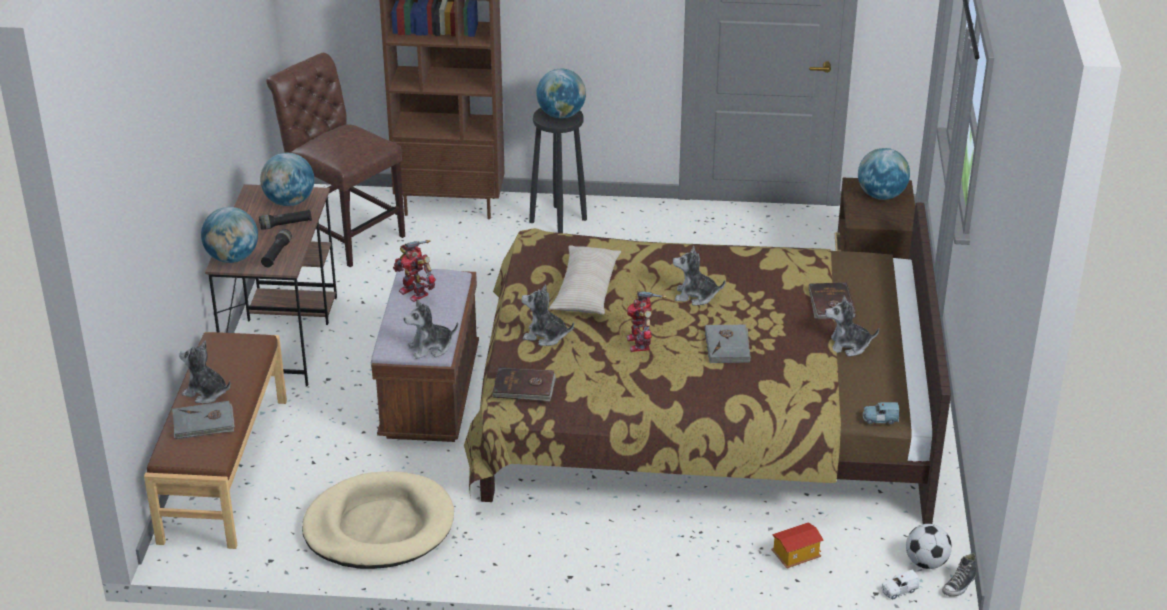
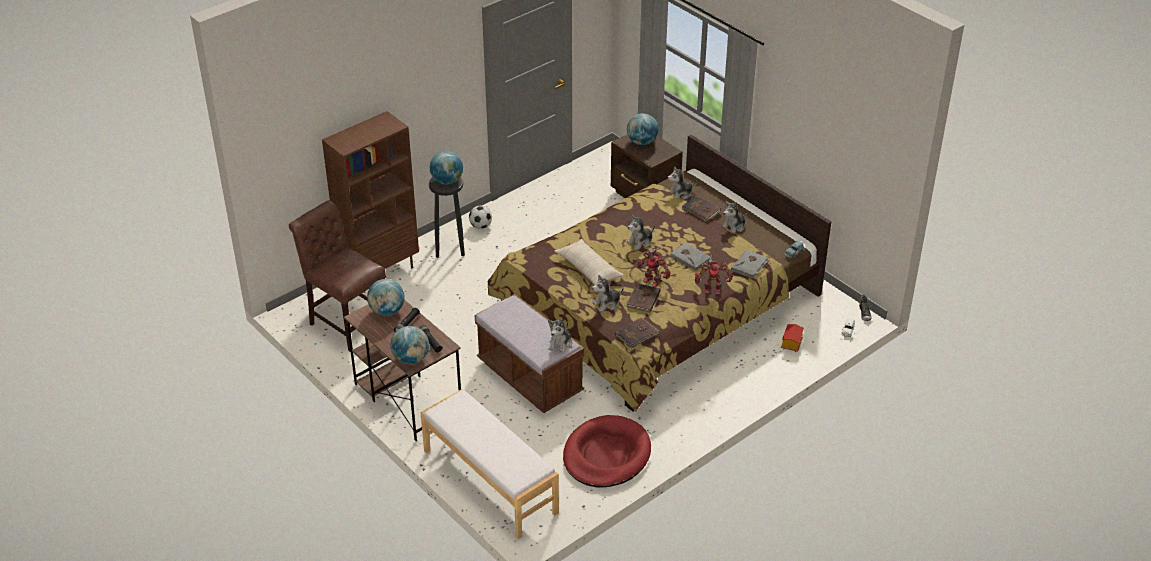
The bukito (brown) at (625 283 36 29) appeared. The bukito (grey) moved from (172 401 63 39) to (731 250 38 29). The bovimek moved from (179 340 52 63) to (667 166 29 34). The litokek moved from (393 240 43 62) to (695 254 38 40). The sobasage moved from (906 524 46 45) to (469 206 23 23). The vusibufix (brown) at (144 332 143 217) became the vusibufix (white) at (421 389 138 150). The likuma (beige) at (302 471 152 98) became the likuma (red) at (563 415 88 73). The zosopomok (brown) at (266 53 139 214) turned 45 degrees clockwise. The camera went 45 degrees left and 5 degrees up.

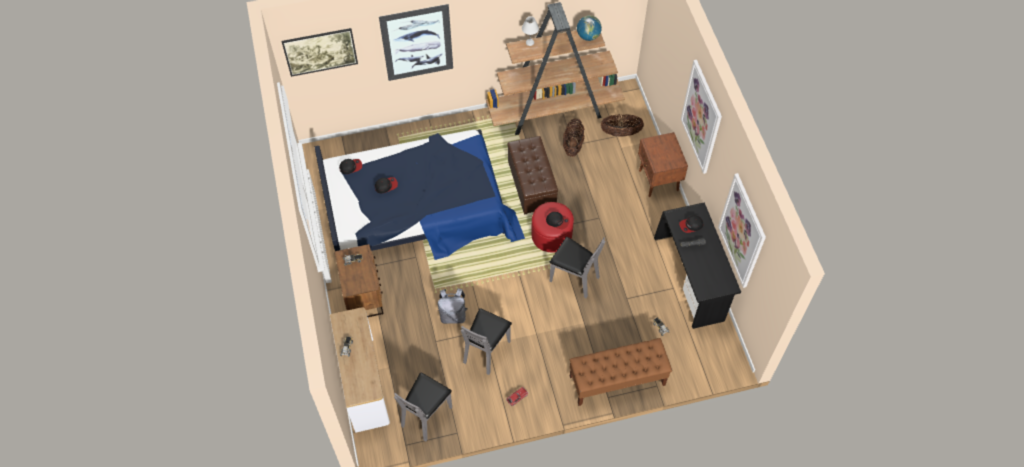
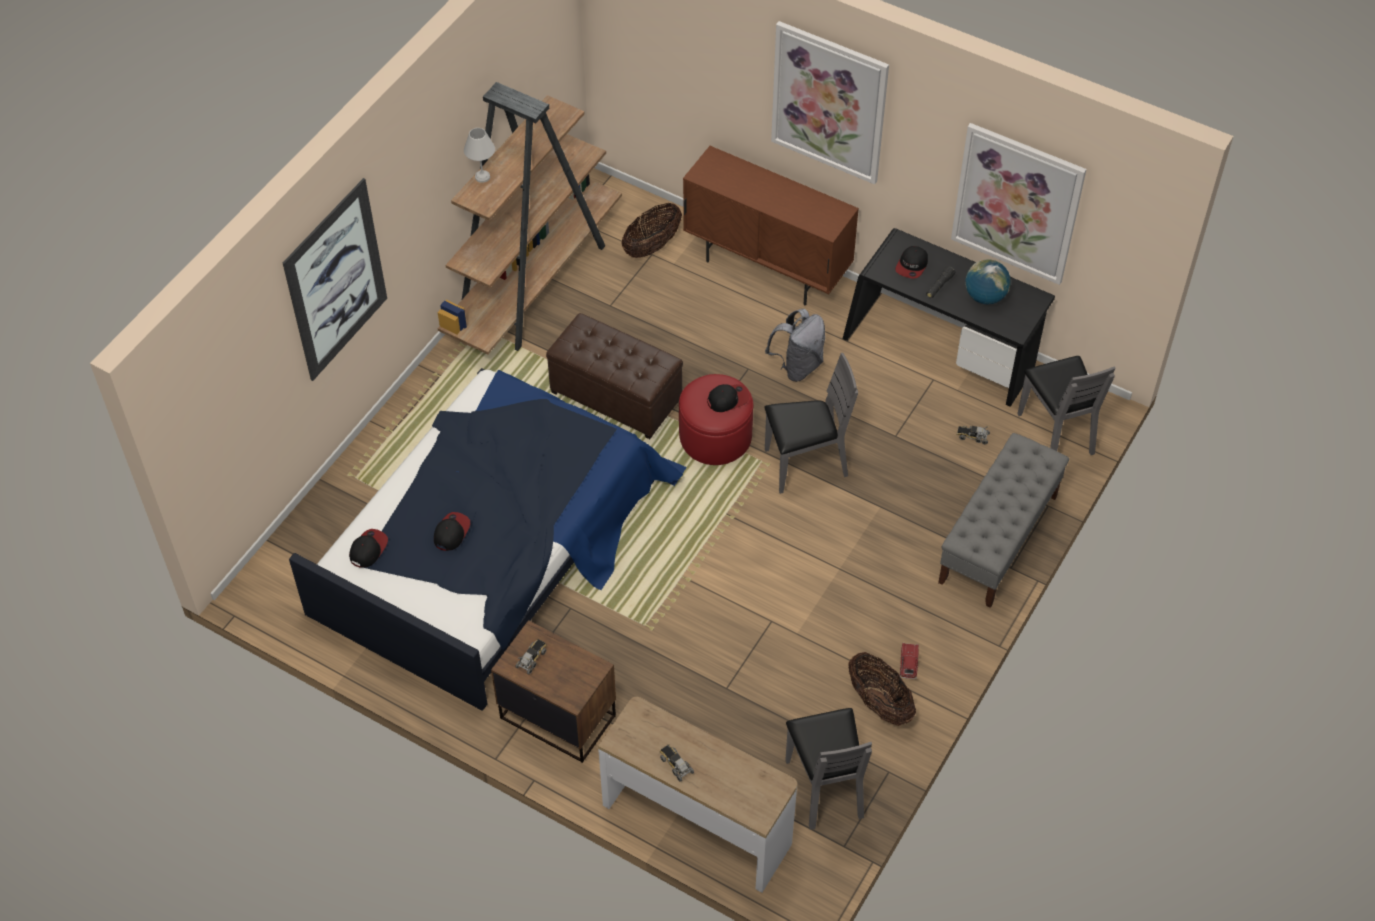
The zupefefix at (282 28 76 49) disappeared. The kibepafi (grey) moved from (437 288 31 36) to (765 309 60 73). The zosopomok (grey) moved from (461 308 51 67) to (1017 356 99 99). The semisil moved from (563 118 21 39) to (848 652 68 74). The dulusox moved from (577 15 25 26) to (965 259 46 45). The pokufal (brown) at (638 132 50 65) was replaced by the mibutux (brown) at (683 146 176 159). The vusibufix (brown) at (570 338 102 68) became the vusibufix (grey) at (938 433 131 175). The camera went 45 degrees left and 5 degrees down.

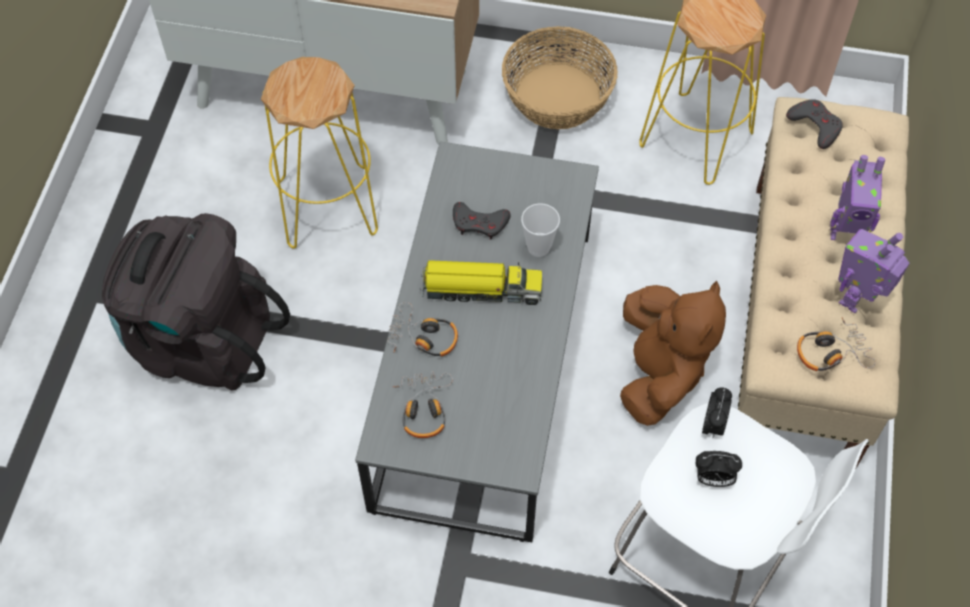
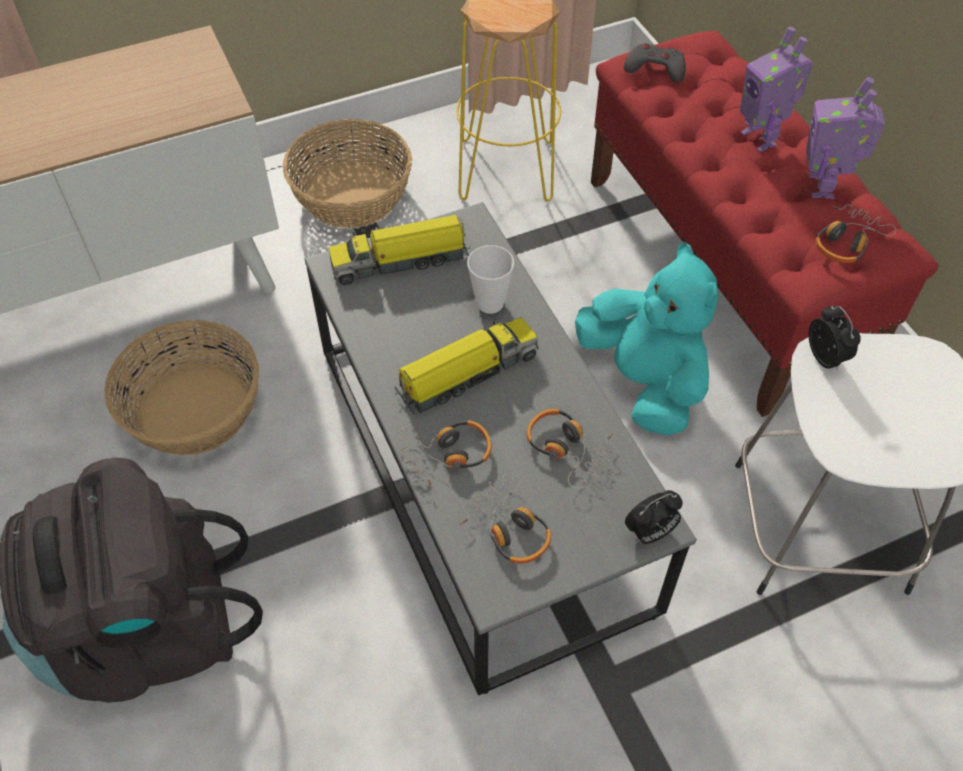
The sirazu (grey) at (453 202 57 38) disappeared. The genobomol at (329 215 141 70) appeared. The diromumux at (527 409 88 80) appeared. The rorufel moved from (696 451 46 36) to (625 490 58 54). The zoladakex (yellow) at (261 57 117 192) was replaced by the semisil at (105 320 154 135). The bovimek (brown) at (620 281 106 145) became the bovimek (turquoise) at (575 242 143 193). The vusibufix (beige) at (738 97 171 373) became the vusibufix (red) at (591 31 347 386). The litokek at (830 155 55 85) turned 90 degrees clockwise. The camera went 35 degrees left and 5 degrees down.

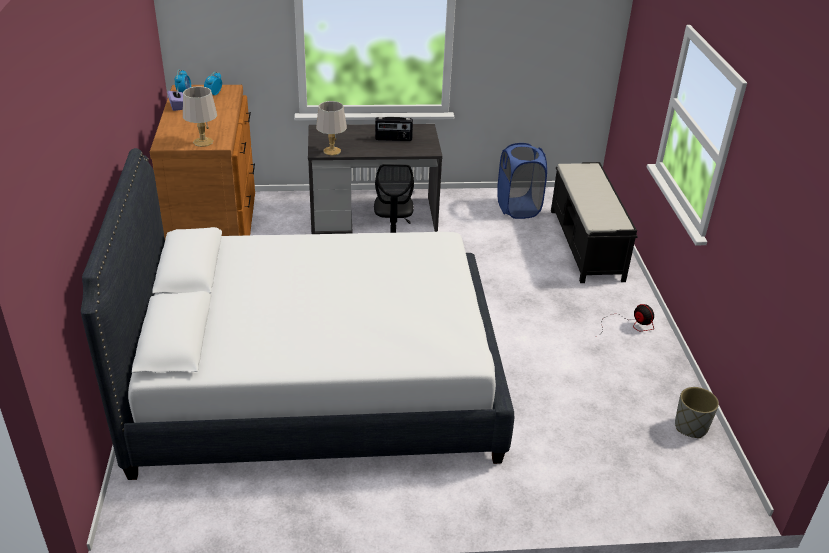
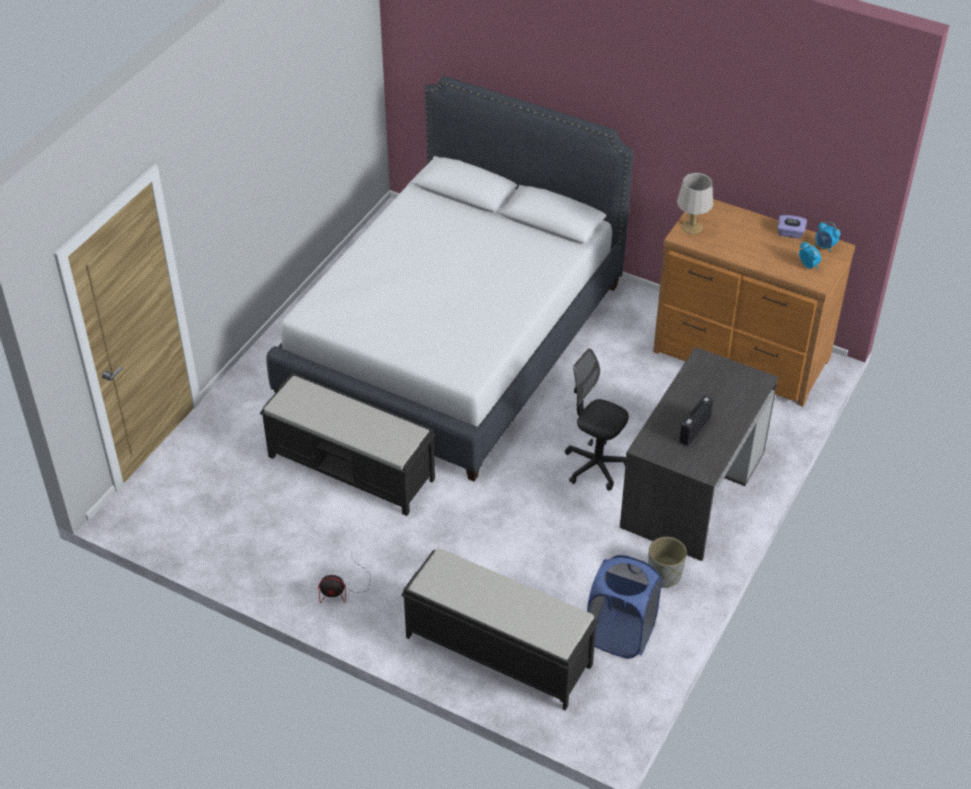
The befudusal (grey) at (316 101 31 55) disappeared. The vusibufix (black) at (260 373 176 143) appeared. The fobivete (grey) moved from (675 387 44 51) to (648 537 39 51). The camera went 125 degrees right and 10 degrees up.

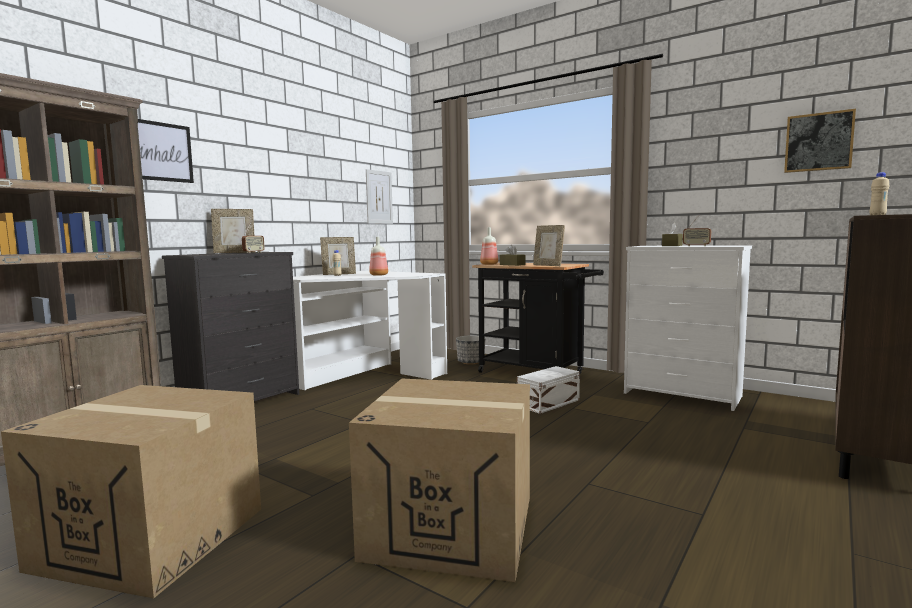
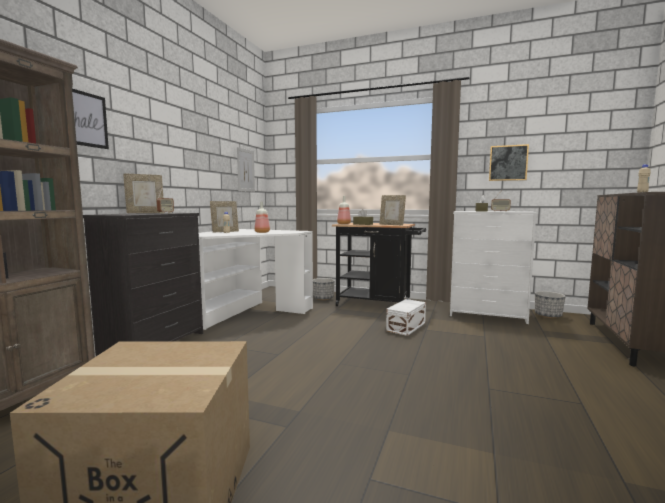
The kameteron at (349 379 181 203) disappeared. The fobivete at (535 291 30 27) appeared. The zupefefix moved from (784 109 72 64) to (489 144 40 37). The camera went 15 degrees left and 0 degrees up.

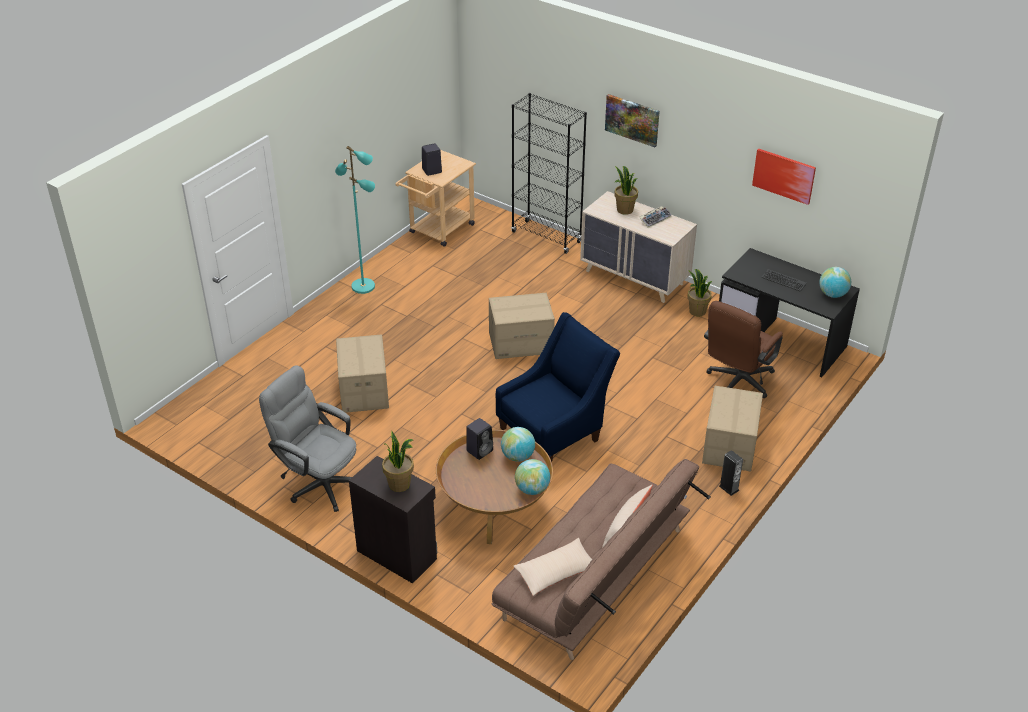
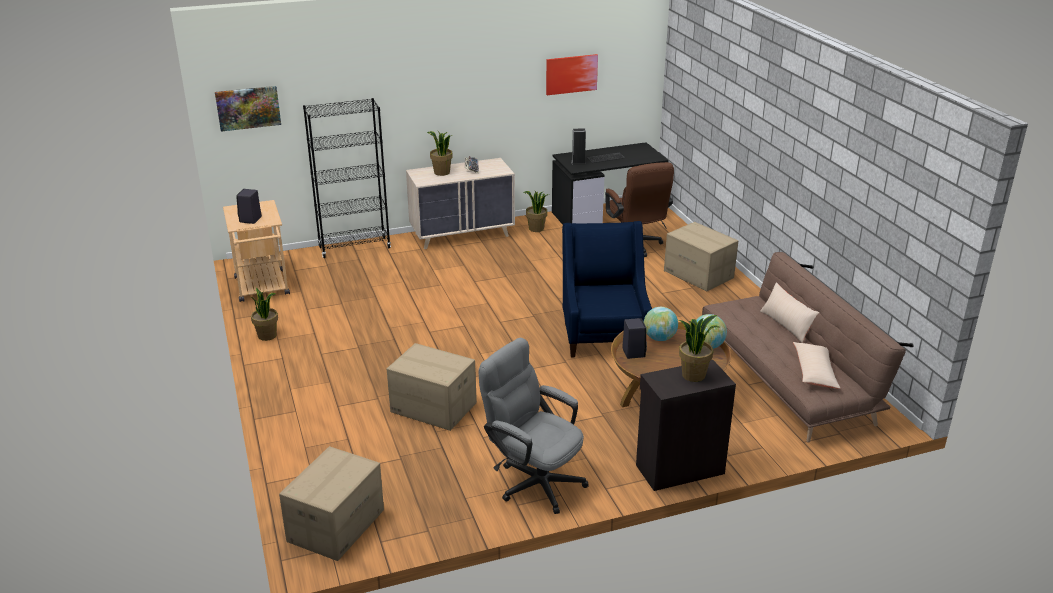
The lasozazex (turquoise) at (335 146 40 148) disappeared. The dulusox at (819 267 32 31) disappeared. The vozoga at (250 288 28 53) appeared. The kameteron moved from (489 293 66 66) to (279 446 105 115). The zupefefix moved from (605 94 55 53) to (215 86 66 46). The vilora moved from (719 450 24 46) to (571 128 15 37). The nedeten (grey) at (259 365 97 147) turned 60 degrees clockwise. The camera went 55 degrees left and 10 degrees down.

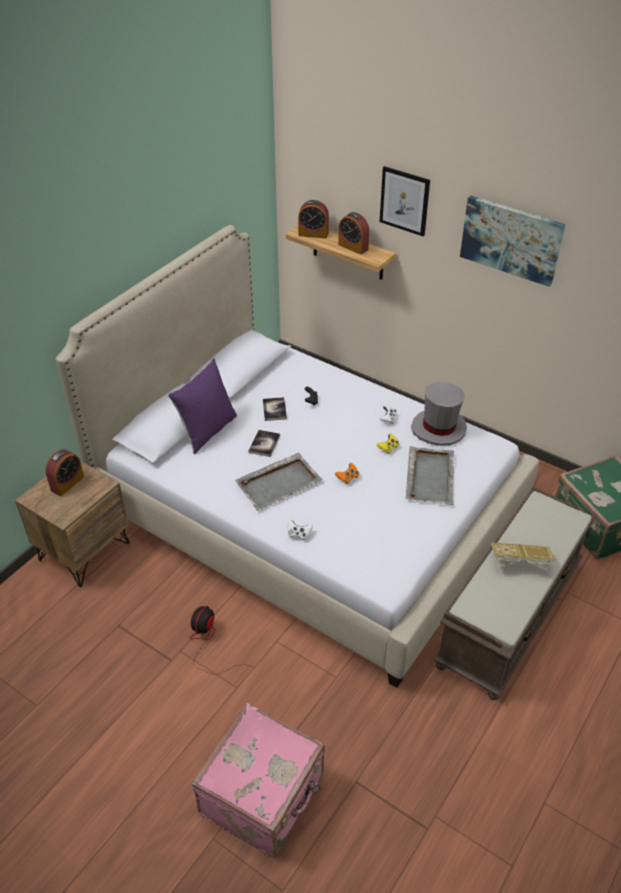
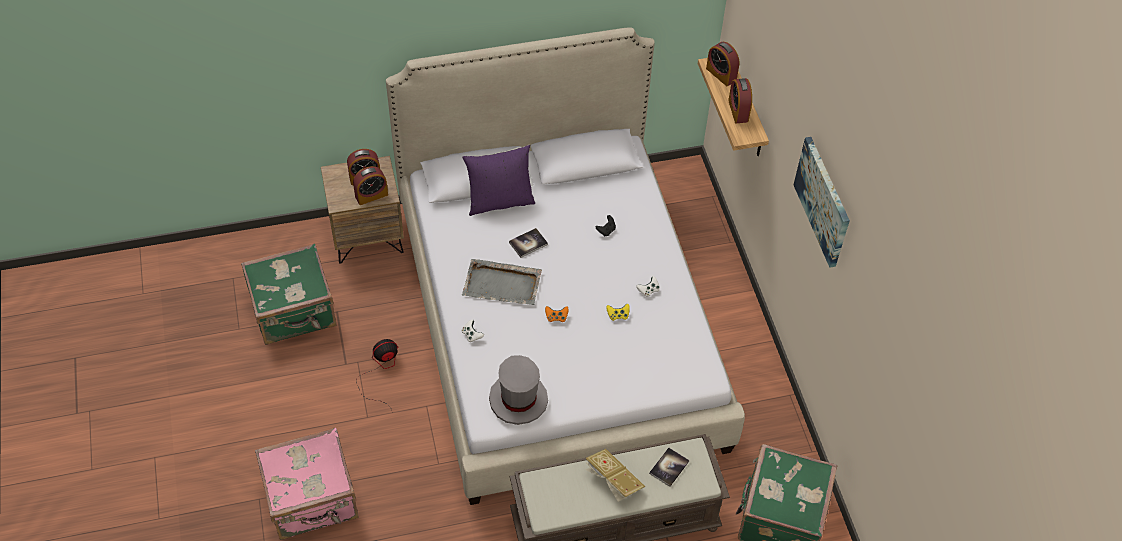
The zupefefix at (380 166 50 70) disappeared. The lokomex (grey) at (406 446 48 59) disappeared. The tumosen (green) at (241 244 96 101) appeared. The rorufel at (353 166 35 39) appeared. The bukito moved from (263 397 24 24) to (649 448 40 39). The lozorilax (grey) moved from (411 382 56 64) to (489 355 59 70). The camera went 40 degrees right and 10 degrees up.

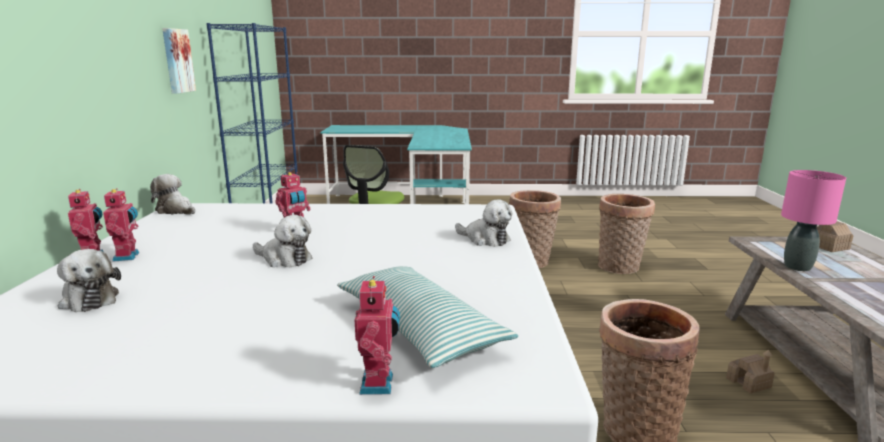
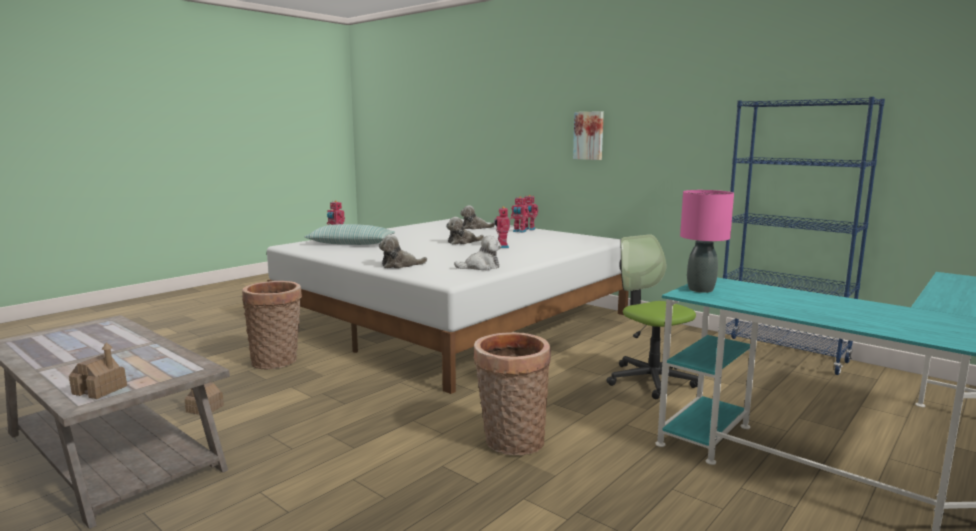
The semisil at (598 194 57 80) disappeared. The bovimek moved from (150 174 45 41) to (454 236 48 35). The zupefefix moved from (162 28 34 66) to (573 111 31 49). The befudusal (pink) moved from (781 170 65 101) to (680 190 54 103). The camera went 130 degrees right and 5 degrees down.

